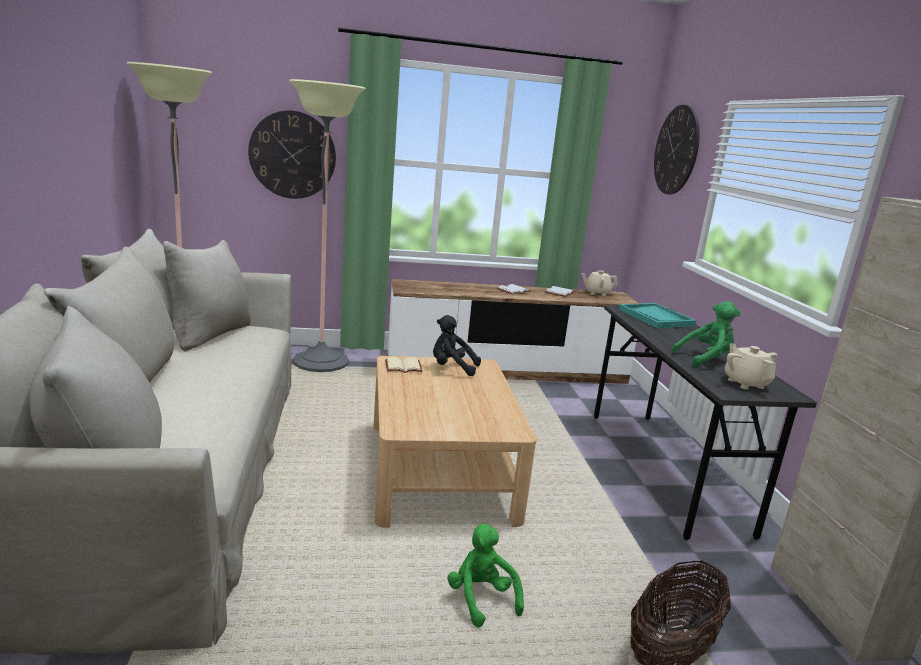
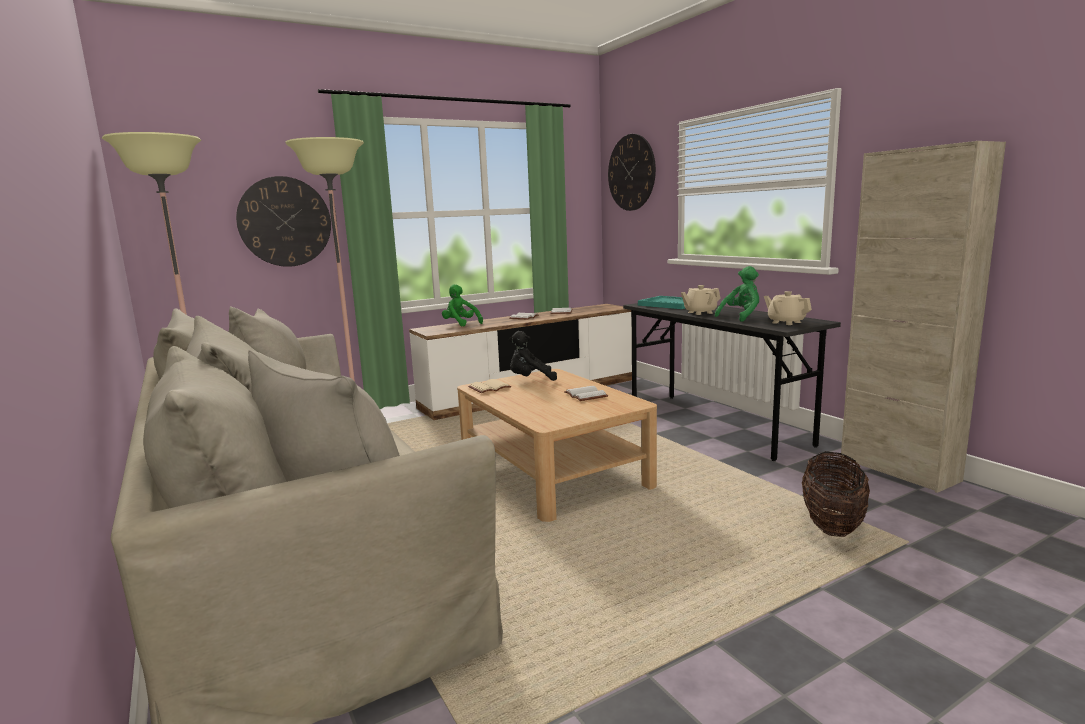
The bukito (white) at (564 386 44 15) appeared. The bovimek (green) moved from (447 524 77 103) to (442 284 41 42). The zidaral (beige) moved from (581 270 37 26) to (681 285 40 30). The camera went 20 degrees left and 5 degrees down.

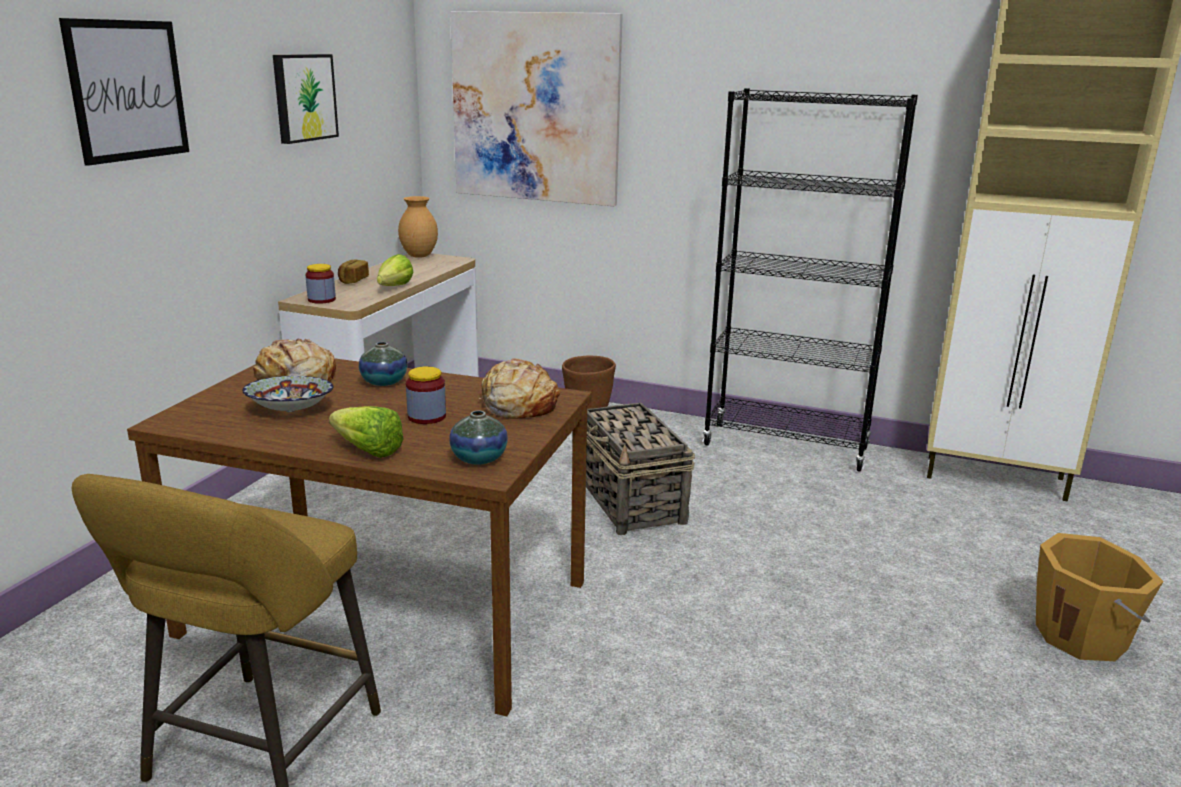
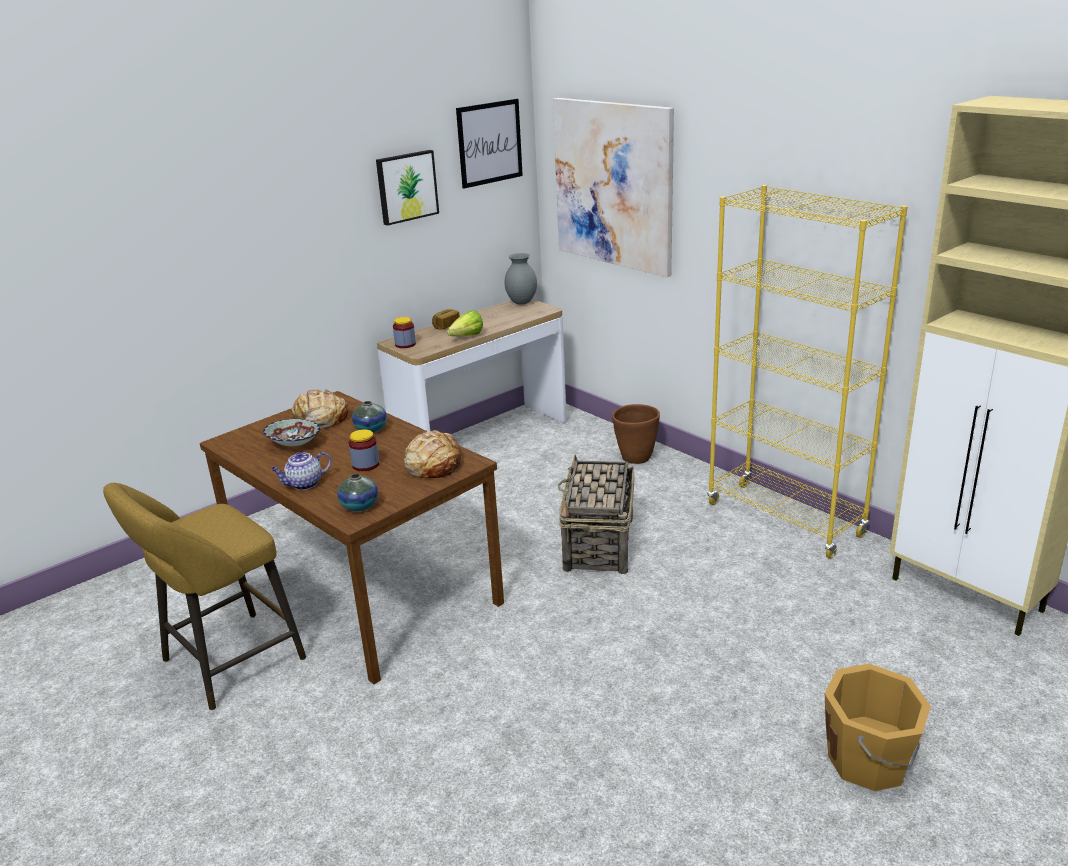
The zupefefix moved from (59 18 130 148) to (456 99 67 90). The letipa at (329 406 75 52) was replaced by the zidaral at (271 452 60 38). The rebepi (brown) at (398 196 40 62) became the rebepi (grey) at (505 253 32 52). The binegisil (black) at (702 88 216 383) became the binegisil (yellow) at (707 185 201 374). The camera went 30 degrees right and 5 degrees up.

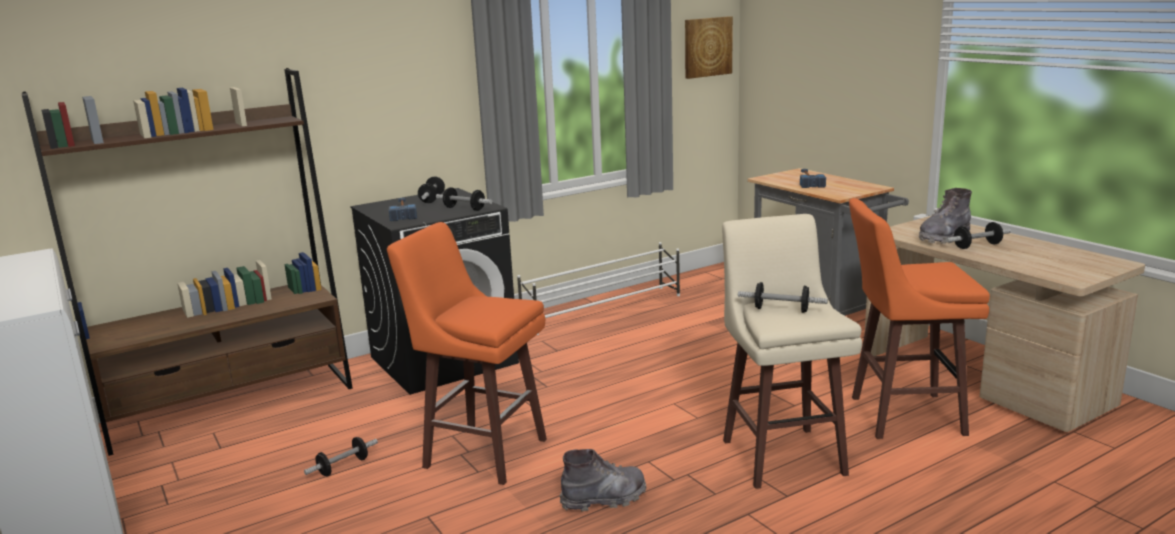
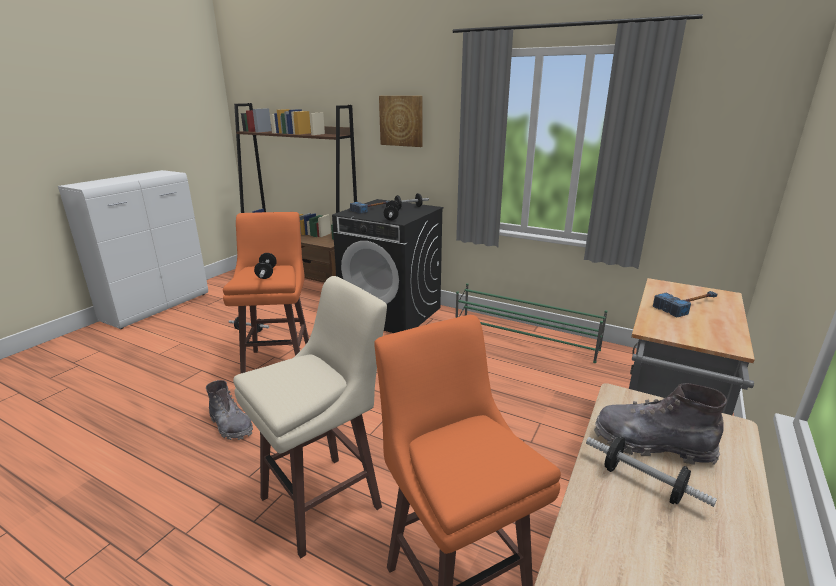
The zupefefix moved from (685 16 48 63) to (379 96 44 51). The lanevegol moved from (738 282 90 31) to (254 253 23 26). The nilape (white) at (517 242 163 93) became the nilape (green) at (456 283 151 80). The camera went 60 degrees right and 5 degrees up.

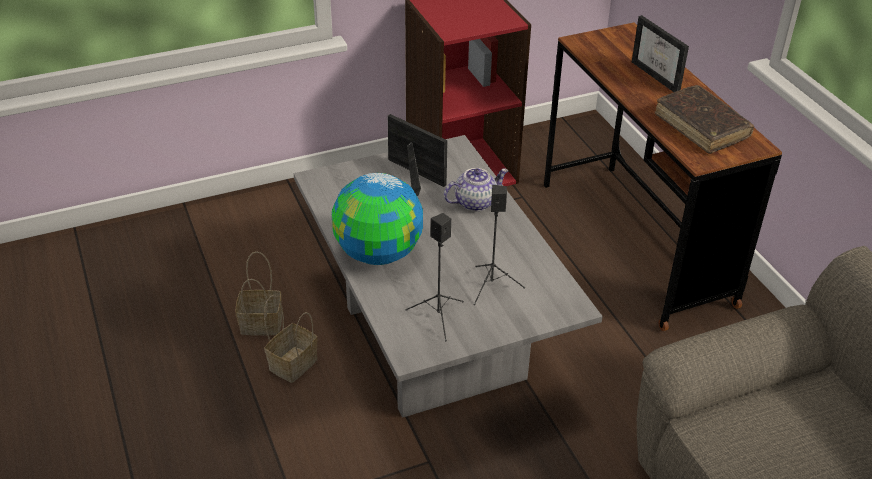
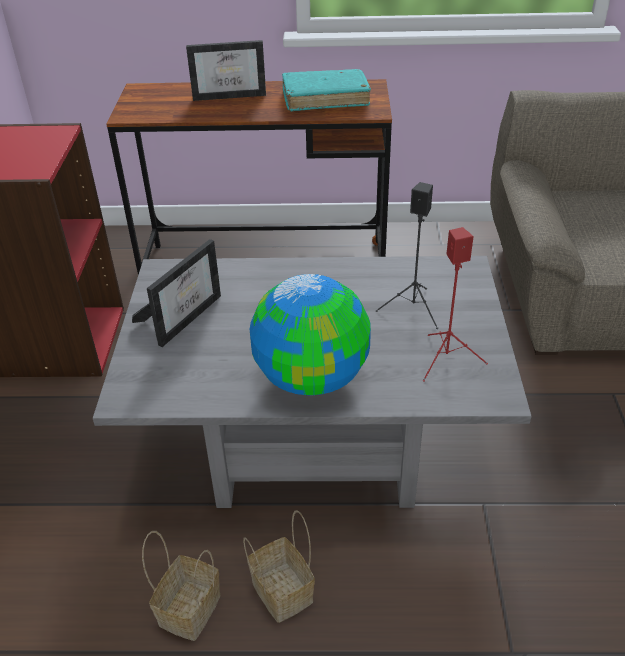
The zidaral at (444 168 65 43) disappeared. The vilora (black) at (406 213 58 128) became the vilora (red) at (423 227 65 155). The bukito (brown) at (655 85 99 69) became the bukito (turquoise) at (282 69 89 42). The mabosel at (388 114 60 82) turned 150 degrees clockwise. The camera went 65 degrees left and 0 degrees up.

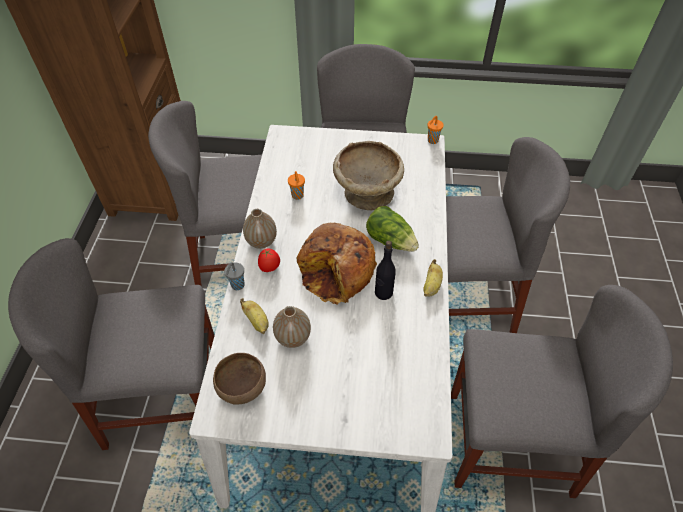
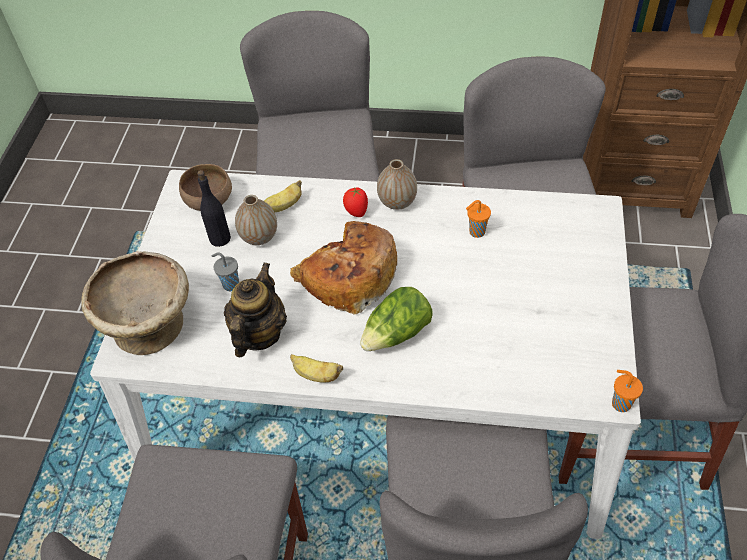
The zidaral at (224 262 63 95) appeared. The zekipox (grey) moved from (224 262 21 28) to (212 252 27 39). The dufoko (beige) moved from (333 141 71 69) to (81 251 108 104). The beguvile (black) moved from (375 241 21 59) to (197 170 34 77). The camera went 95 degrees right and 0 degrees up.

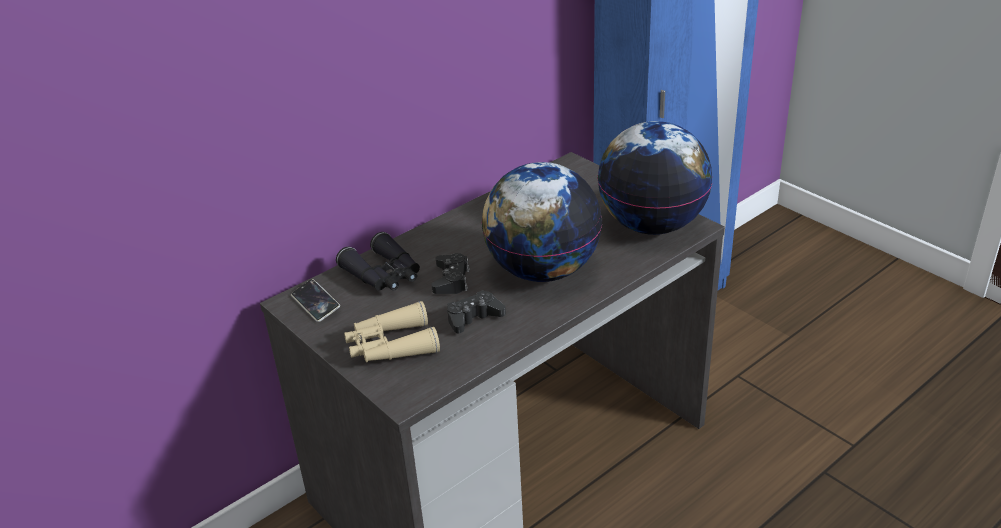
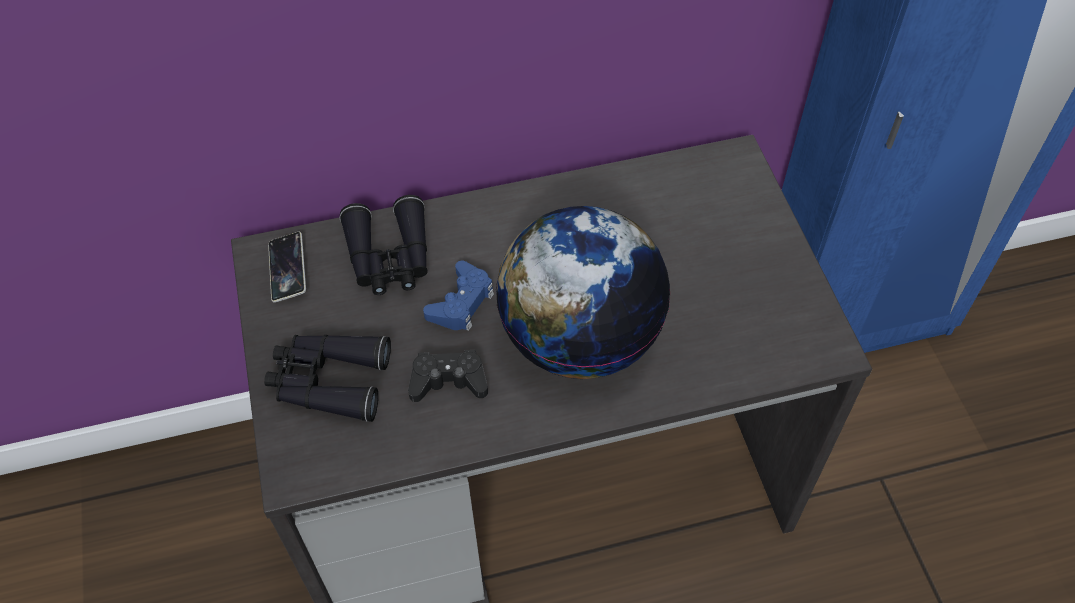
The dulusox at (597 121 116 114) disappeared. The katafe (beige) at (344 301 96 62) became the katafe (black) at (264 335 127 87). The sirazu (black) at (431 253 39 41) became the sirazu (blue) at (423 261 71 70). The camera went 25 degrees right and 20 degrees up.

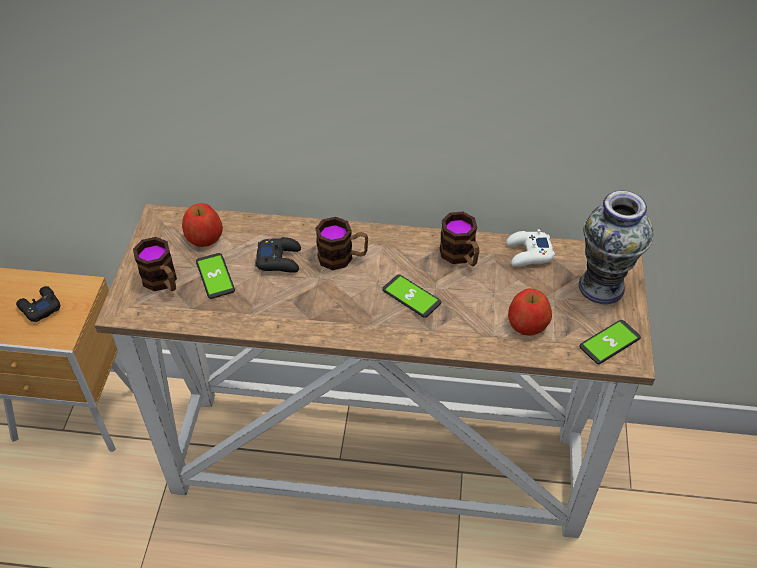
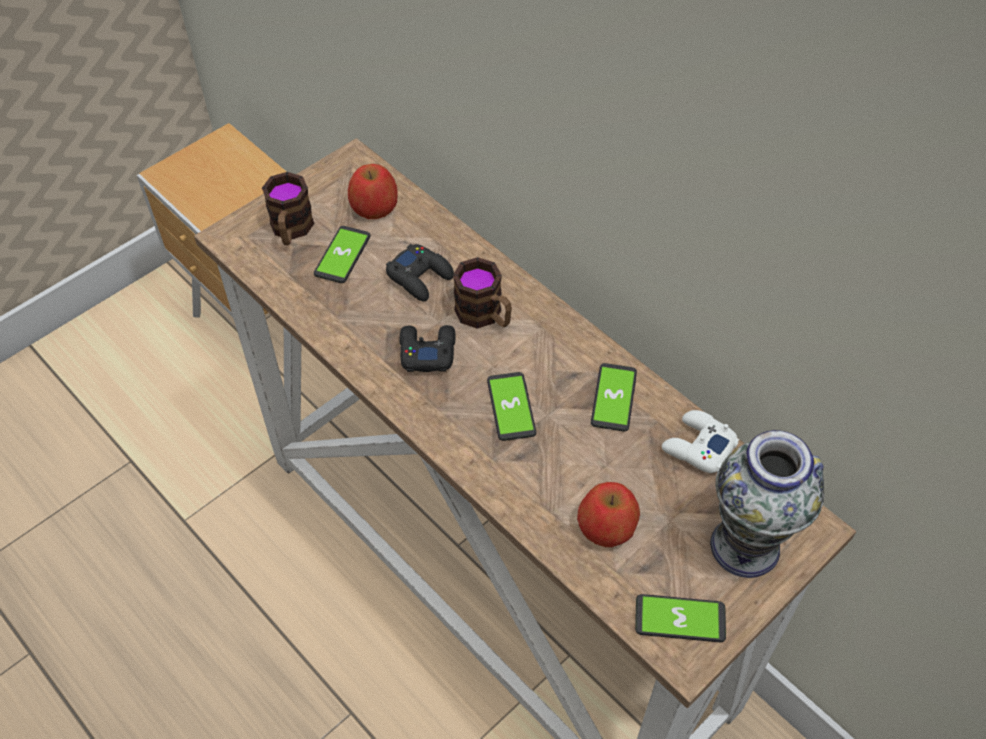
The sirazu (black) moved from (16 286 44 36) to (399 325 56 47). The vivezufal at (440 212 39 54) was replaced by the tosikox at (591 363 46 68). The camera went 40 degrees right and 5 degrees up.

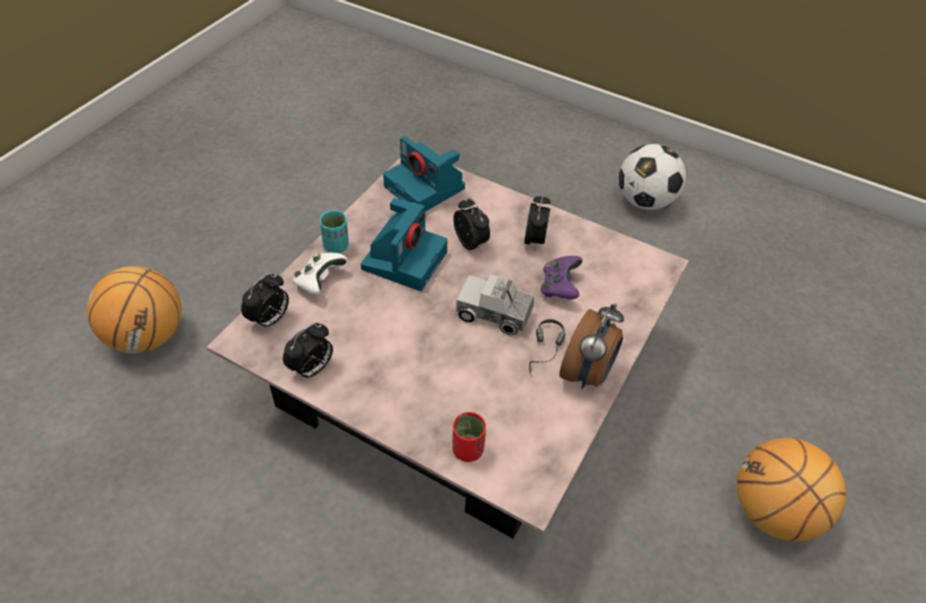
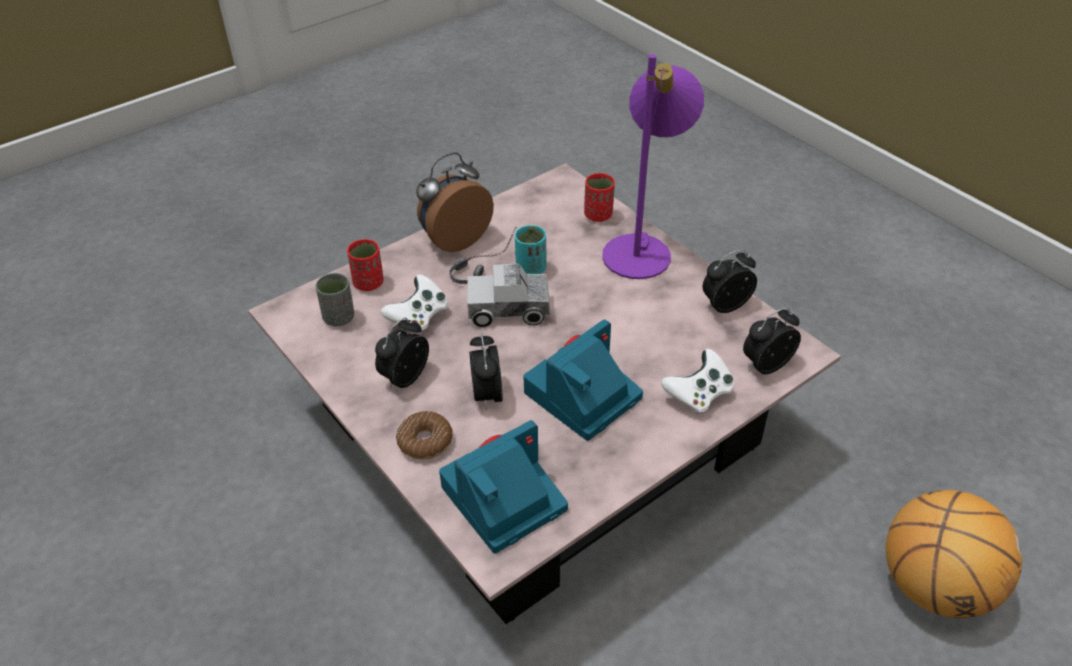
The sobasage at (619 144 67 66) disappeared. The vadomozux at (737 438 109 104) disappeared. The zekipox (grey) at (315 273 39 53) appeared. The zekipox (red) at (347 239 36 52) appeared. The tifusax at (396 411 57 48) appeared. The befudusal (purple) at (602 54 102 225) appeared. The zekipox (turquoise) moved from (320 210 29 43) to (515 225 31 49). The sirazu (purple) at (541 256 42 43) became the sirazu (white) at (381 274 67 60). The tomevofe at (383 136 82 76) turned 105 degrees counterclockwise. The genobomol at (456 274 78 61) turned 135 degrees clockwise. The camera went 155 degrees left and 5 degrees down.

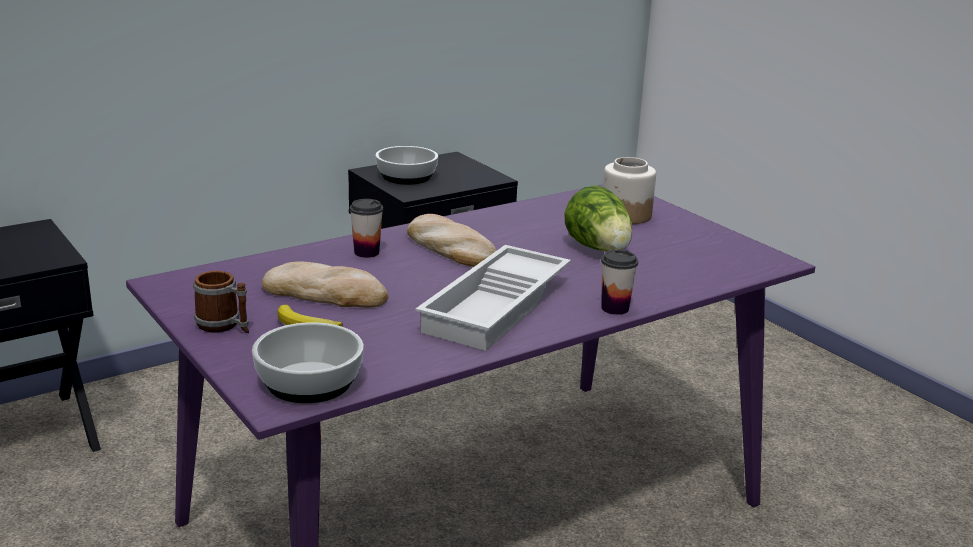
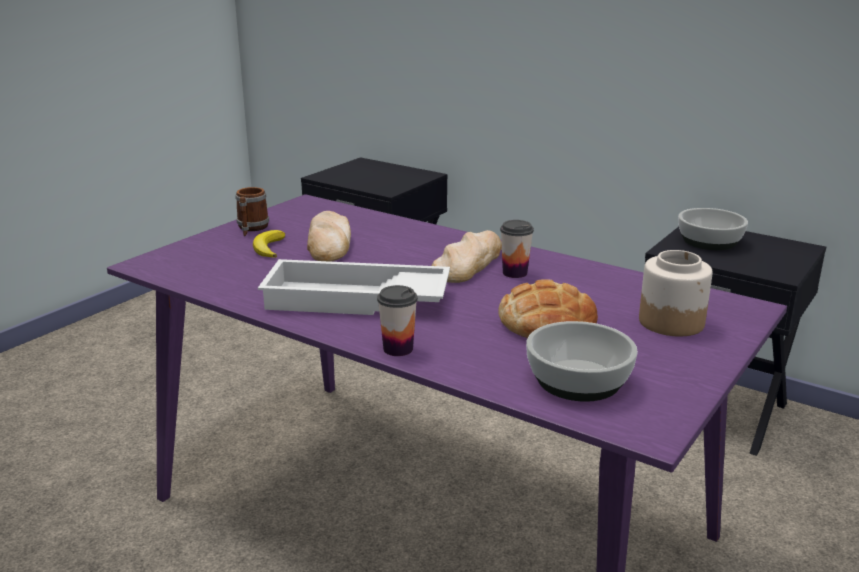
The dufoko moved from (252 322 112 81) to (526 321 112 81). The zekipox moved from (350 199 33 59) to (500 220 34 58). The letipa at (564 185 68 66) was replaced by the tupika at (498 279 100 59). The camera went 70 degrees right and 0 degrees up.

